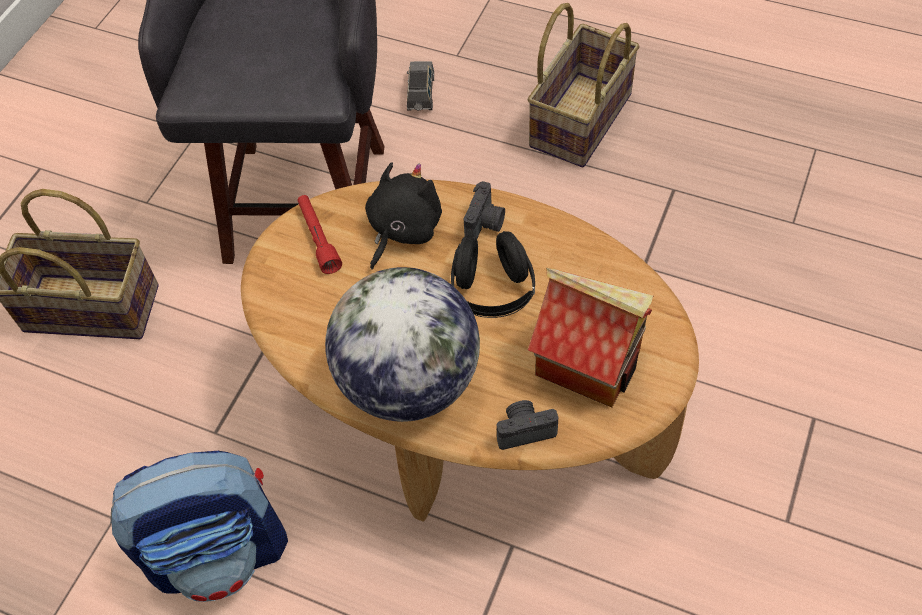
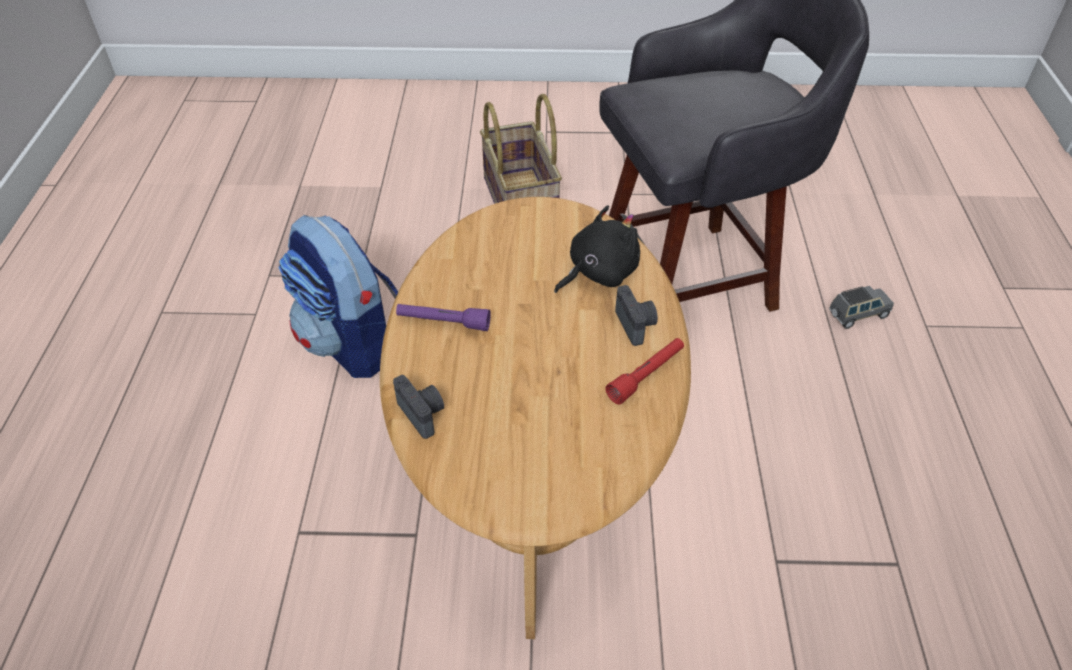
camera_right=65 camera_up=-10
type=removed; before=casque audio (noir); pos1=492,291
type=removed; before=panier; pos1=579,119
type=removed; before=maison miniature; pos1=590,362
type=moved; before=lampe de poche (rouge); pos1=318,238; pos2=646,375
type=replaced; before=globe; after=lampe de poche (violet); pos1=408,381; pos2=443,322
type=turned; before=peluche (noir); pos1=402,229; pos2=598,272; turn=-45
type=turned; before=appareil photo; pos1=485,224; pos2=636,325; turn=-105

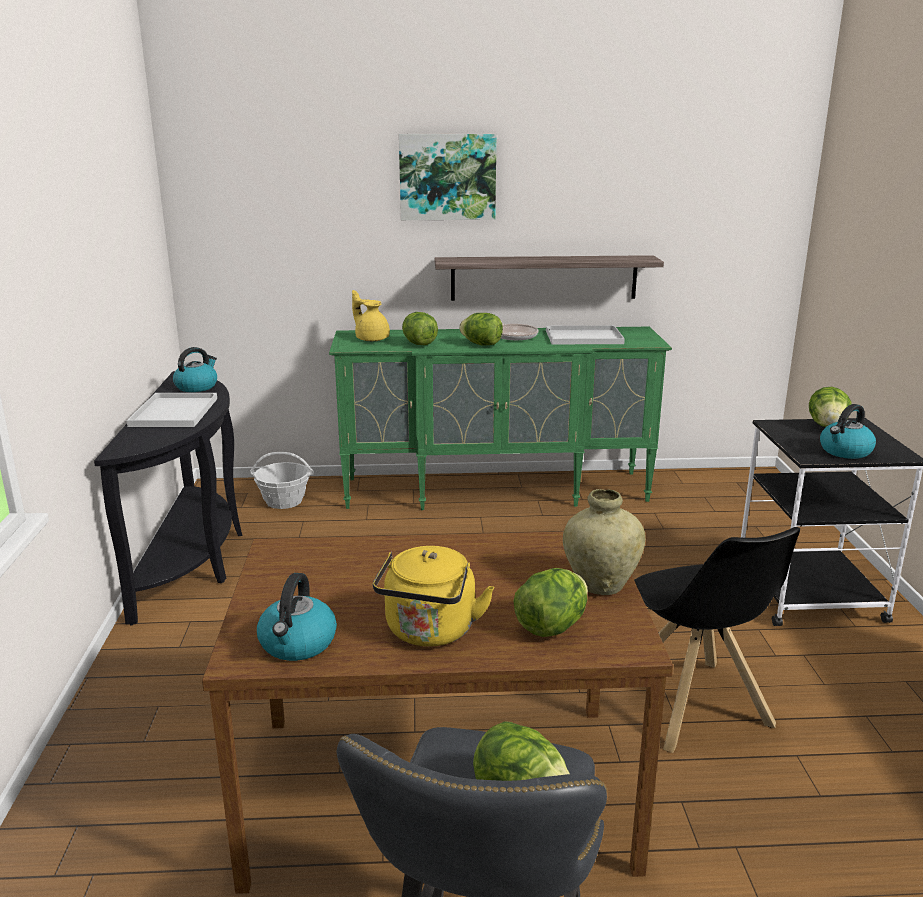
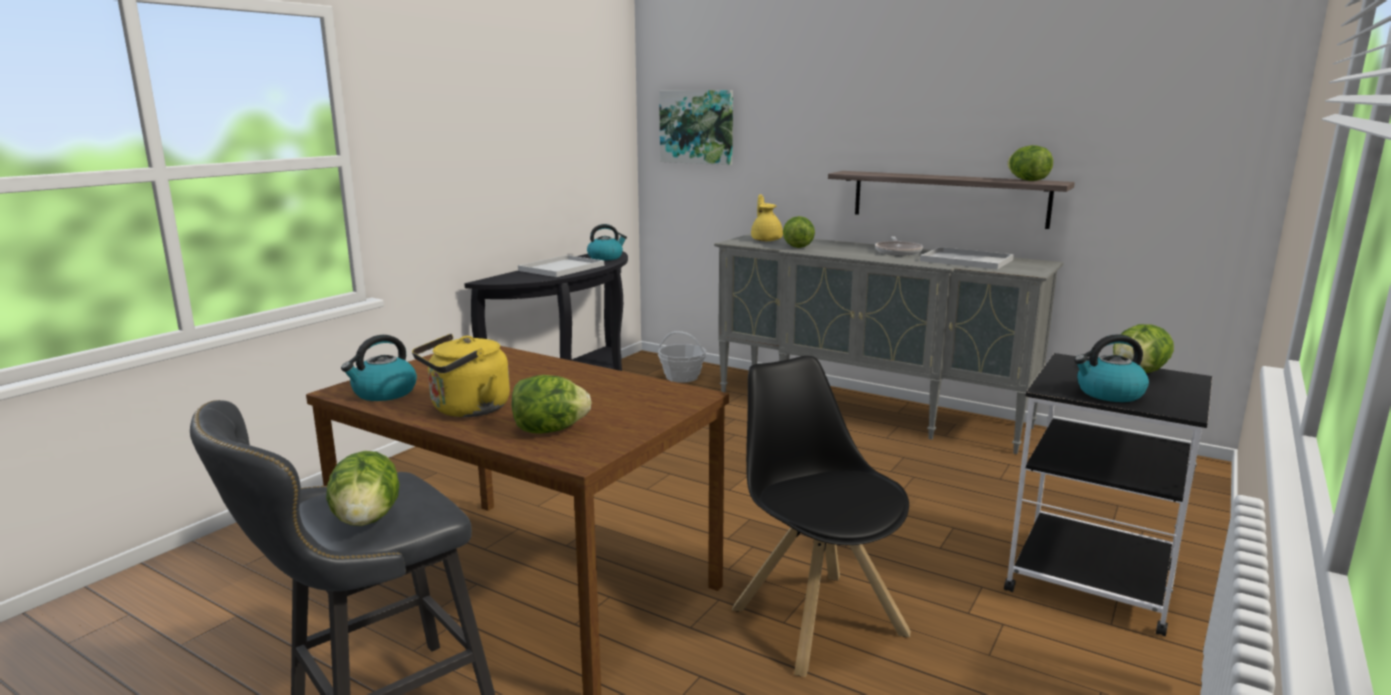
camera_right=35 camera_up=-5
type=removed; before=vase (beige); pos1=600,584
type=moved; before=tableau; pos1=447,177; pos2=697,127
type=moved; before=laitue; pos1=481,344; pos2=1027,180
type=recoloured; before=meuble de rangement (vert); after=meuble de rangement (gris); pos1=496,491; pos2=868,410
type=turned; before=chaise (noir); pos1=694,707; pos2=816,618; turn=135

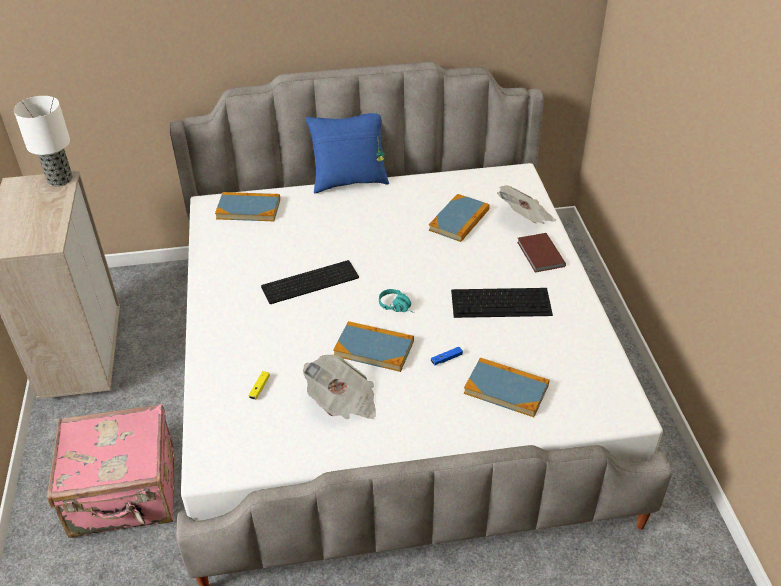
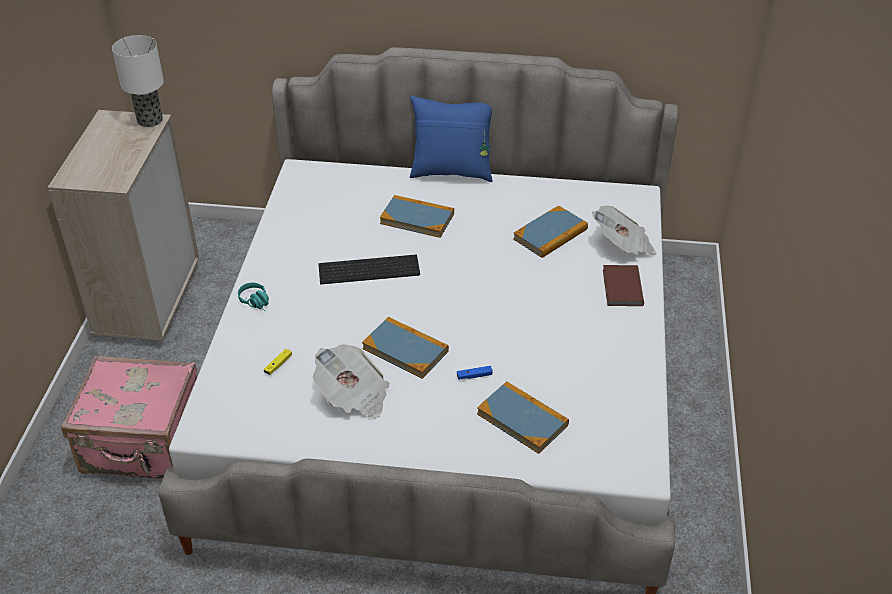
camera_right=15 camera_up=0
type=removed; before=clavier; pos1=502,302
type=moved; before=livre; pos1=248,209; pos2=417,219
type=moved; before=casque audio (turquoise); pos1=398,307; pos2=257,303

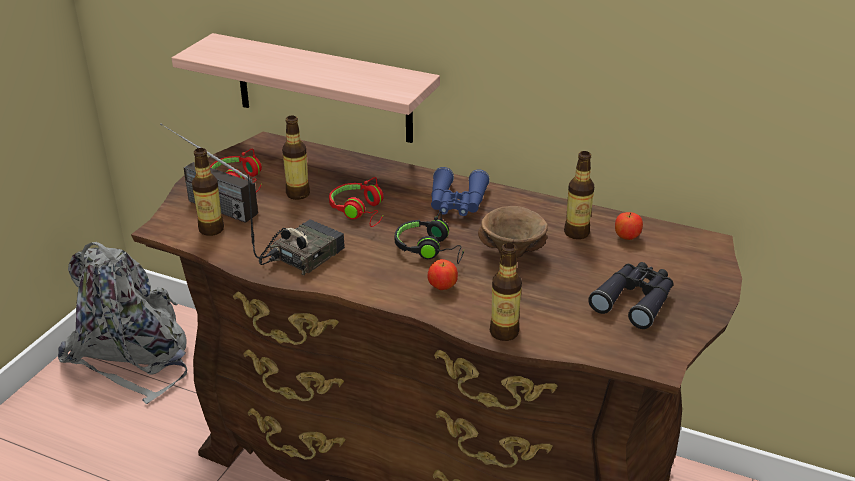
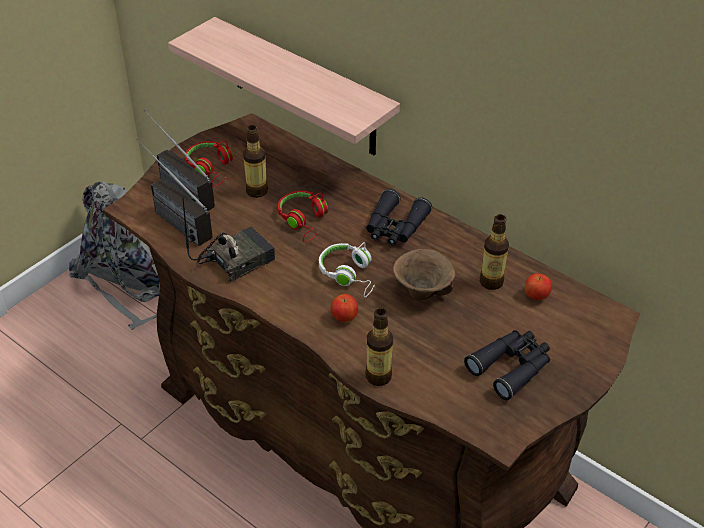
camera_right=15 camera_up=10
type=replaced; before=bouteille; after=radio; pos1=211,229; pos2=170,217
type=recoloured; before=casque audio (noir); after=casque audio (blanc); pos1=430,249; pos2=350,275
type=recoloured; before=jumelles (bleu); after=jumelles (noir); pos1=457,203; pos2=395,227

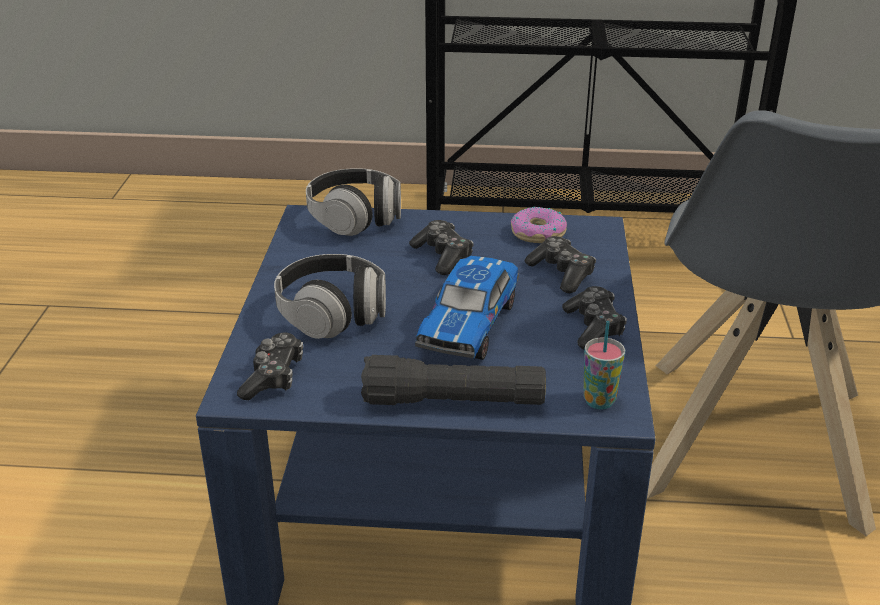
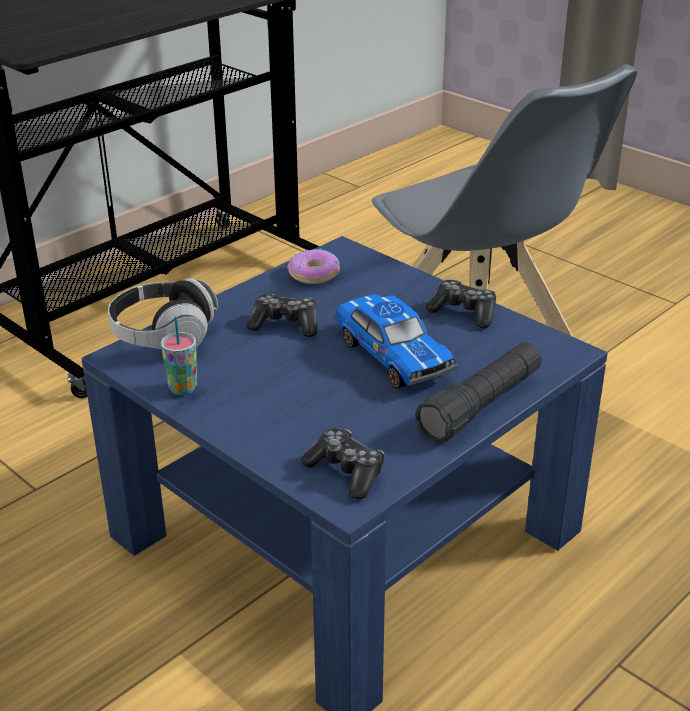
camera_right=-50 camera_up=0
type=removed; before=casque audio; pos1=332,314
type=removed; before=manette; pos1=562,273
type=moved; before=tasse; pos1=599,401; pos2=183,389

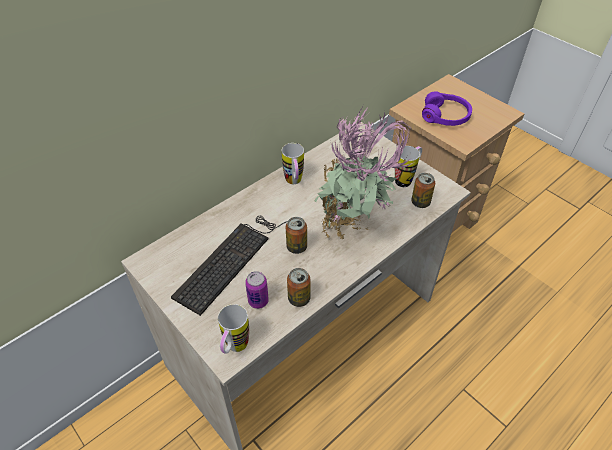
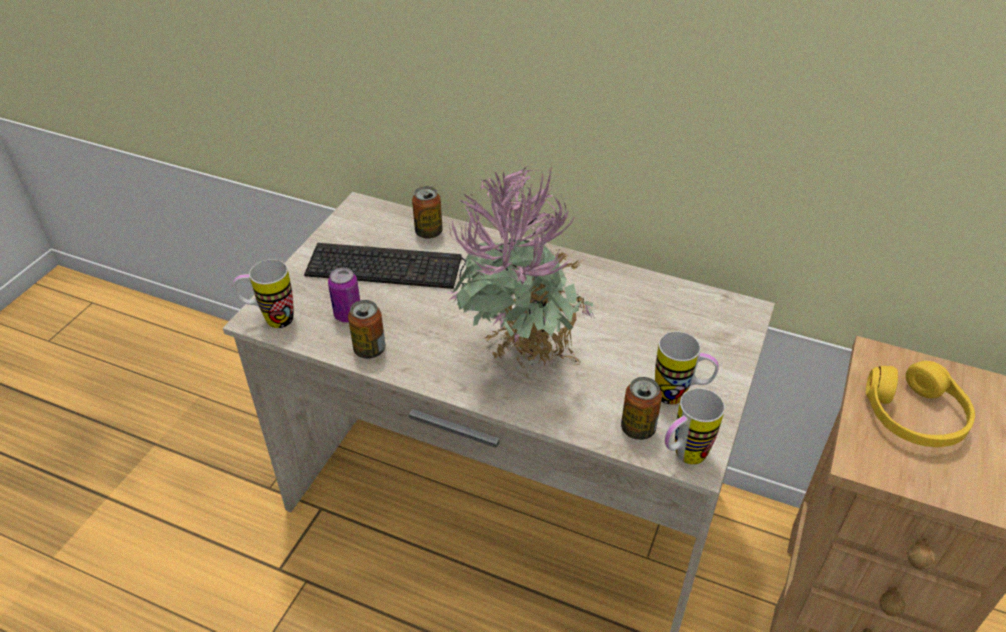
camera_right=65 camera_up=-5
type=moved; before=mug; pos1=294,182; pos2=683,457
type=moved; before=boîte métallique; pos1=296,247; pos2=428,232
type=recoloured; before=casque audio (violet); after=casque audio (jaune); pos1=445,116; pos2=914,416

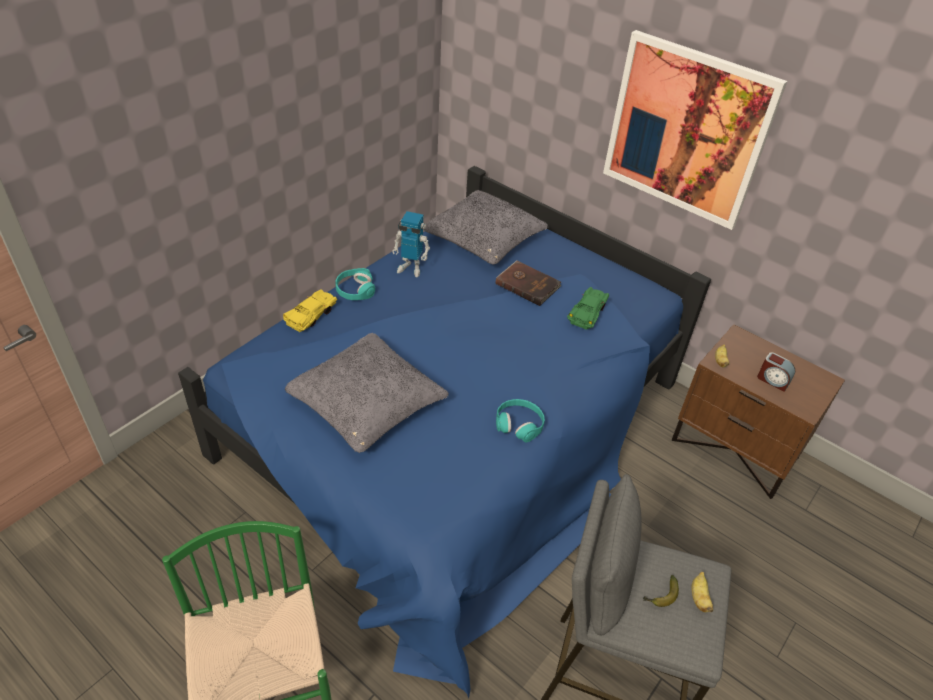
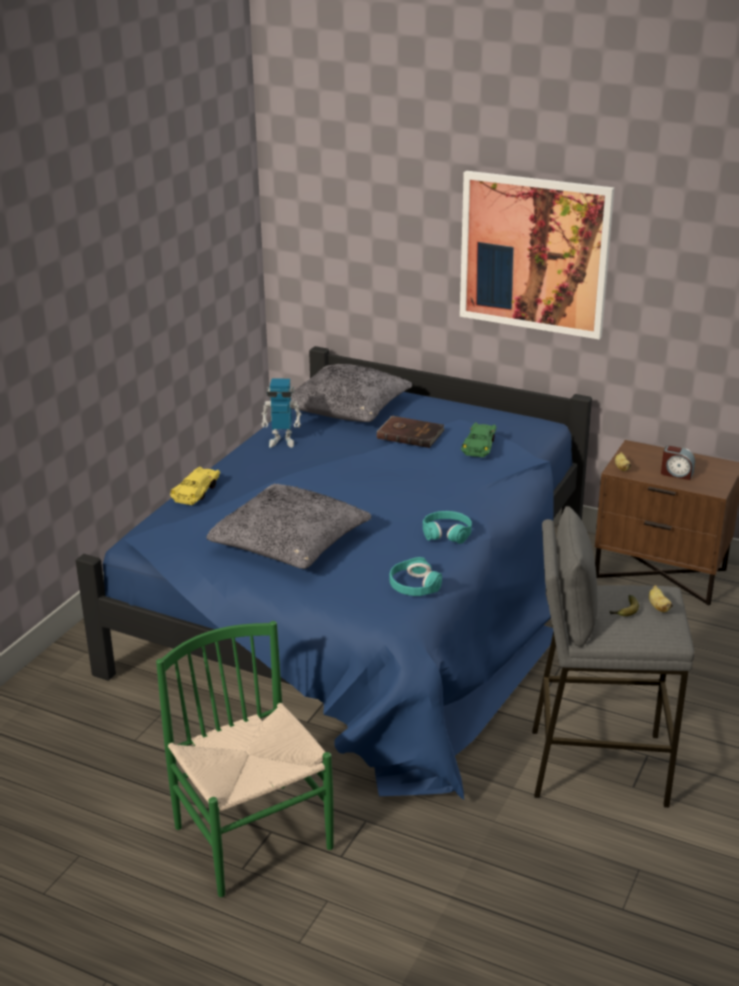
camera_right=-10 camera_up=-15
type=moved; before=casque audio (turquoise); pos1=355,290; pos2=414,585

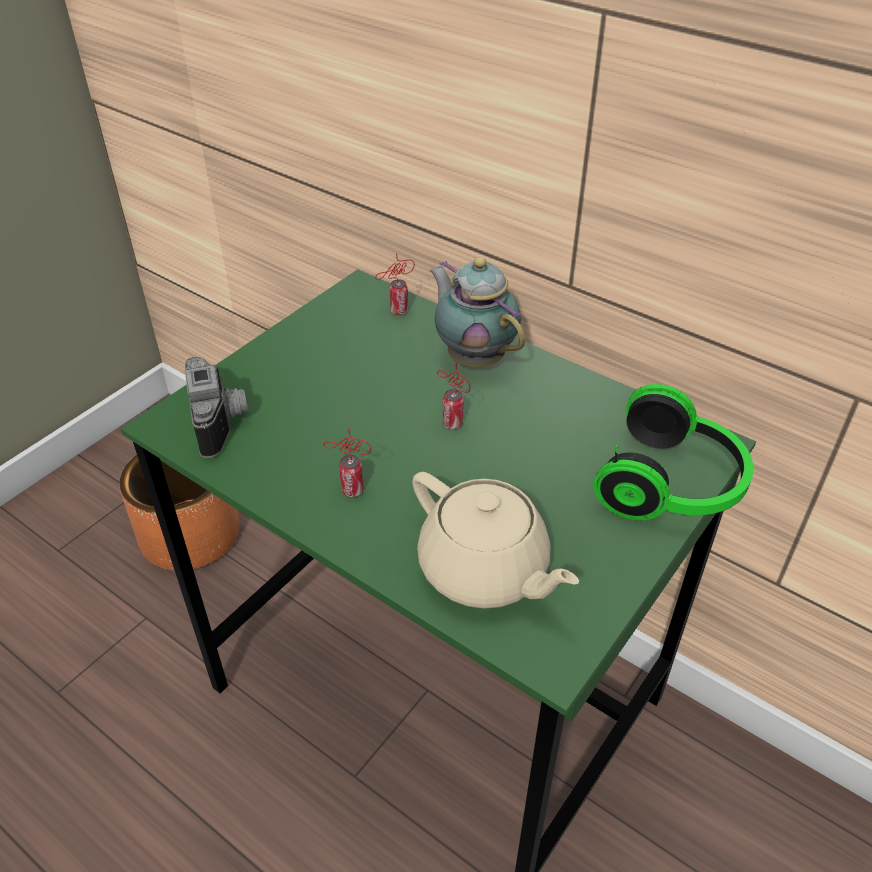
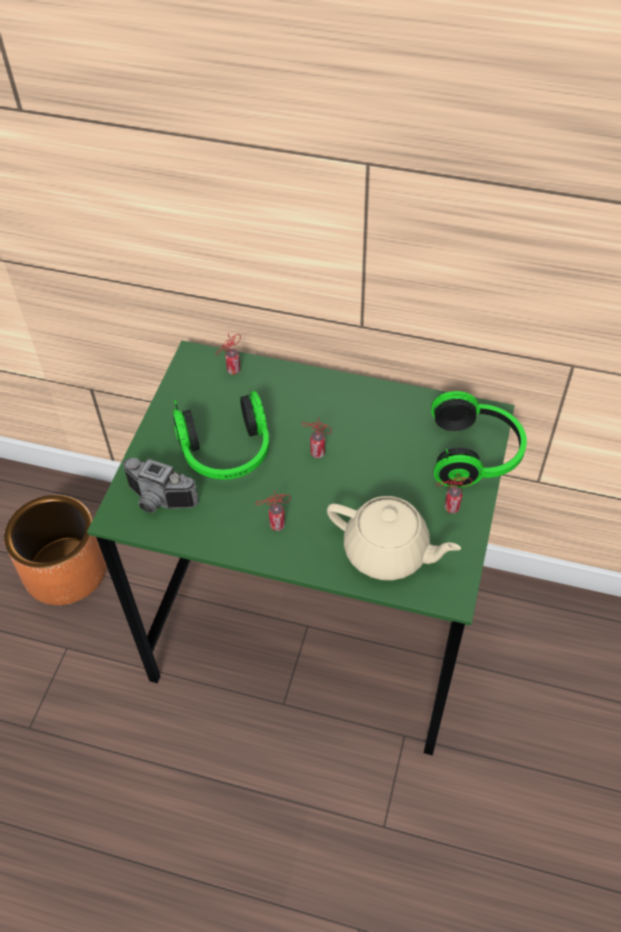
camera_right=-20 camera_up=10
type=removed; before=théière; pos1=473,357
type=added; after=casque audio; pos2=227,454
type=added; after=boîte métallique; pos2=449,508
type=turned; before=appareil photo; pos1=222,421; pos2=157,502; turn=150

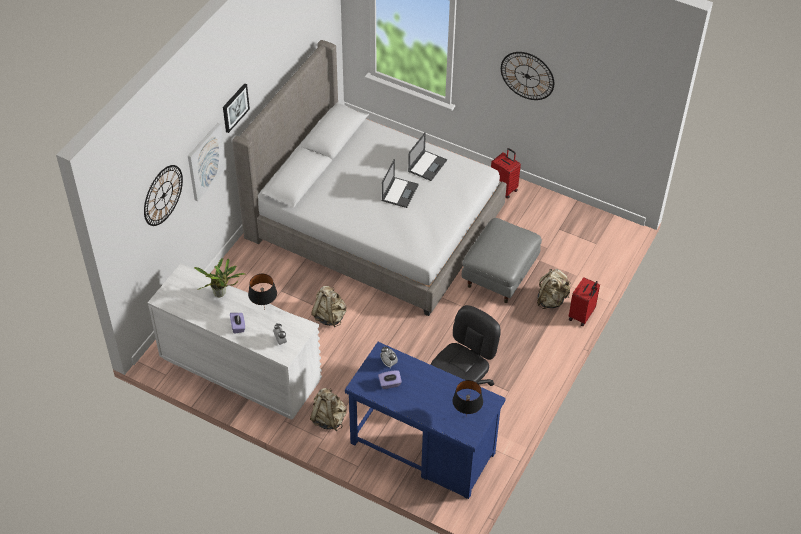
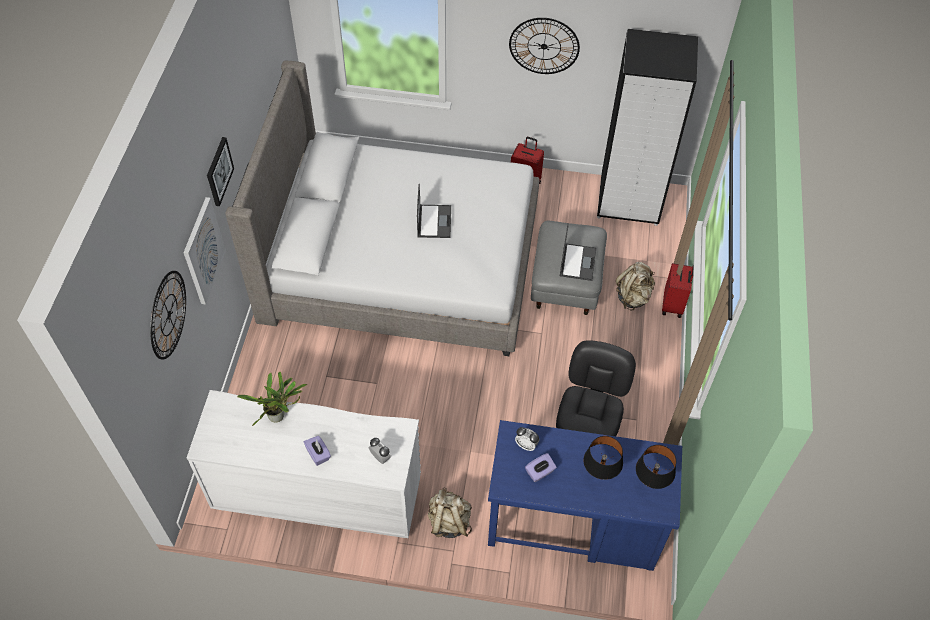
camera_right=-20 camera_up=5
type=removed; before=sac à dos (beige); pos1=329,316
type=added; after=armoire; pos2=629,202
type=moved; before=lampe de table (noir); pos1=264,309; pos2=598,477
type=moved; before=ordinateur portable; pos1=427,165; pos2=577,262

